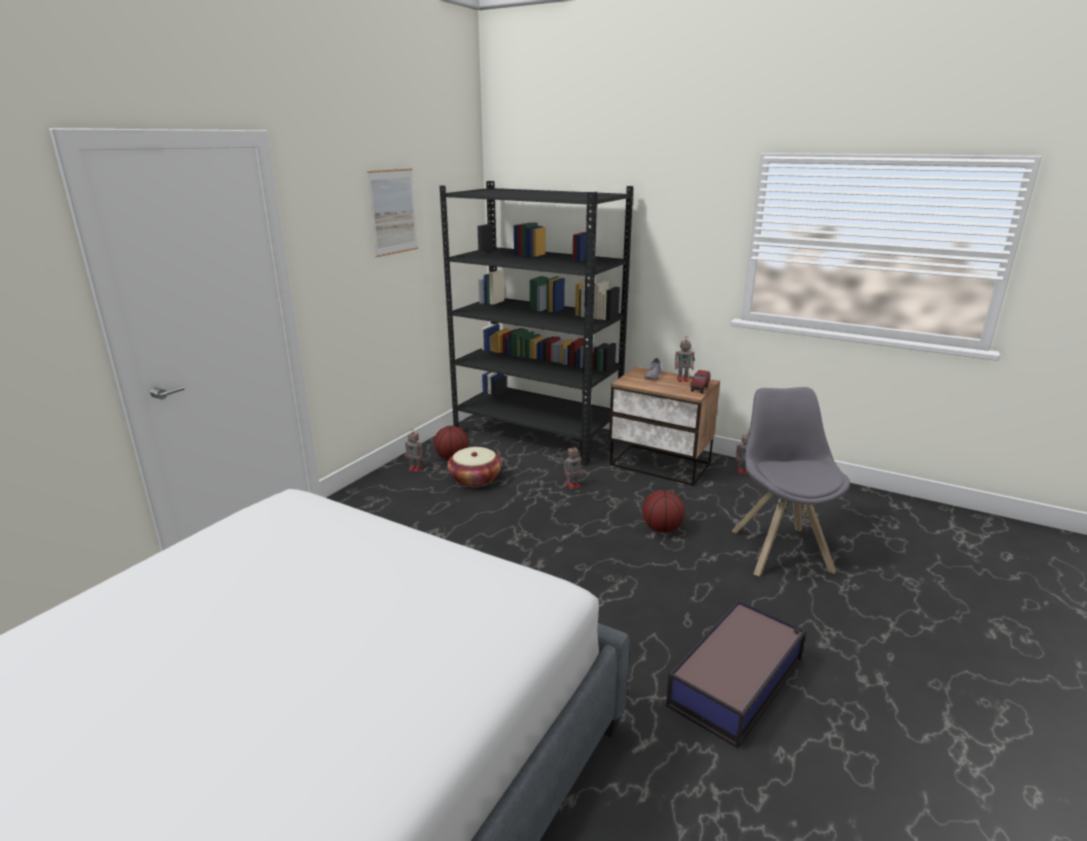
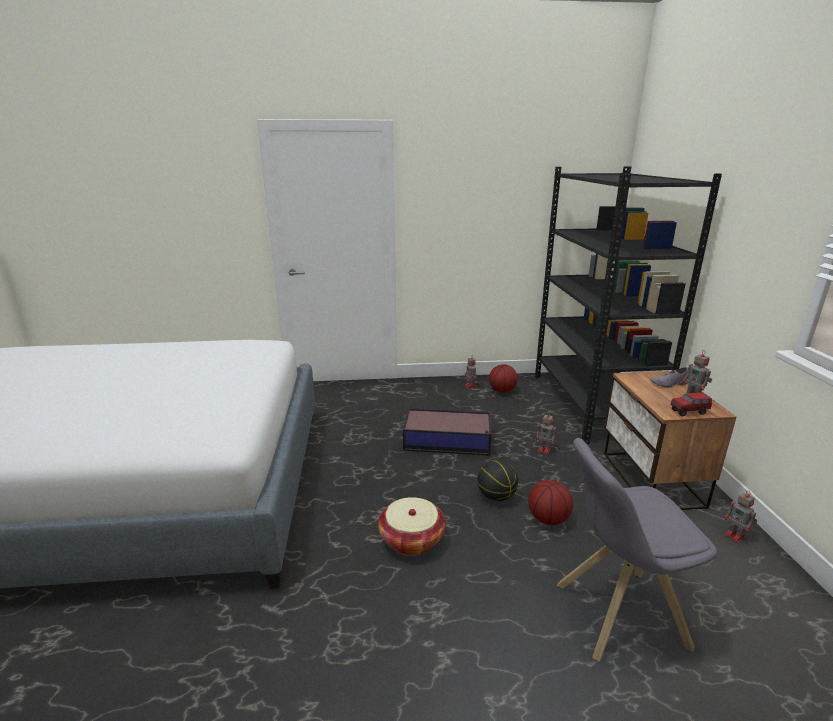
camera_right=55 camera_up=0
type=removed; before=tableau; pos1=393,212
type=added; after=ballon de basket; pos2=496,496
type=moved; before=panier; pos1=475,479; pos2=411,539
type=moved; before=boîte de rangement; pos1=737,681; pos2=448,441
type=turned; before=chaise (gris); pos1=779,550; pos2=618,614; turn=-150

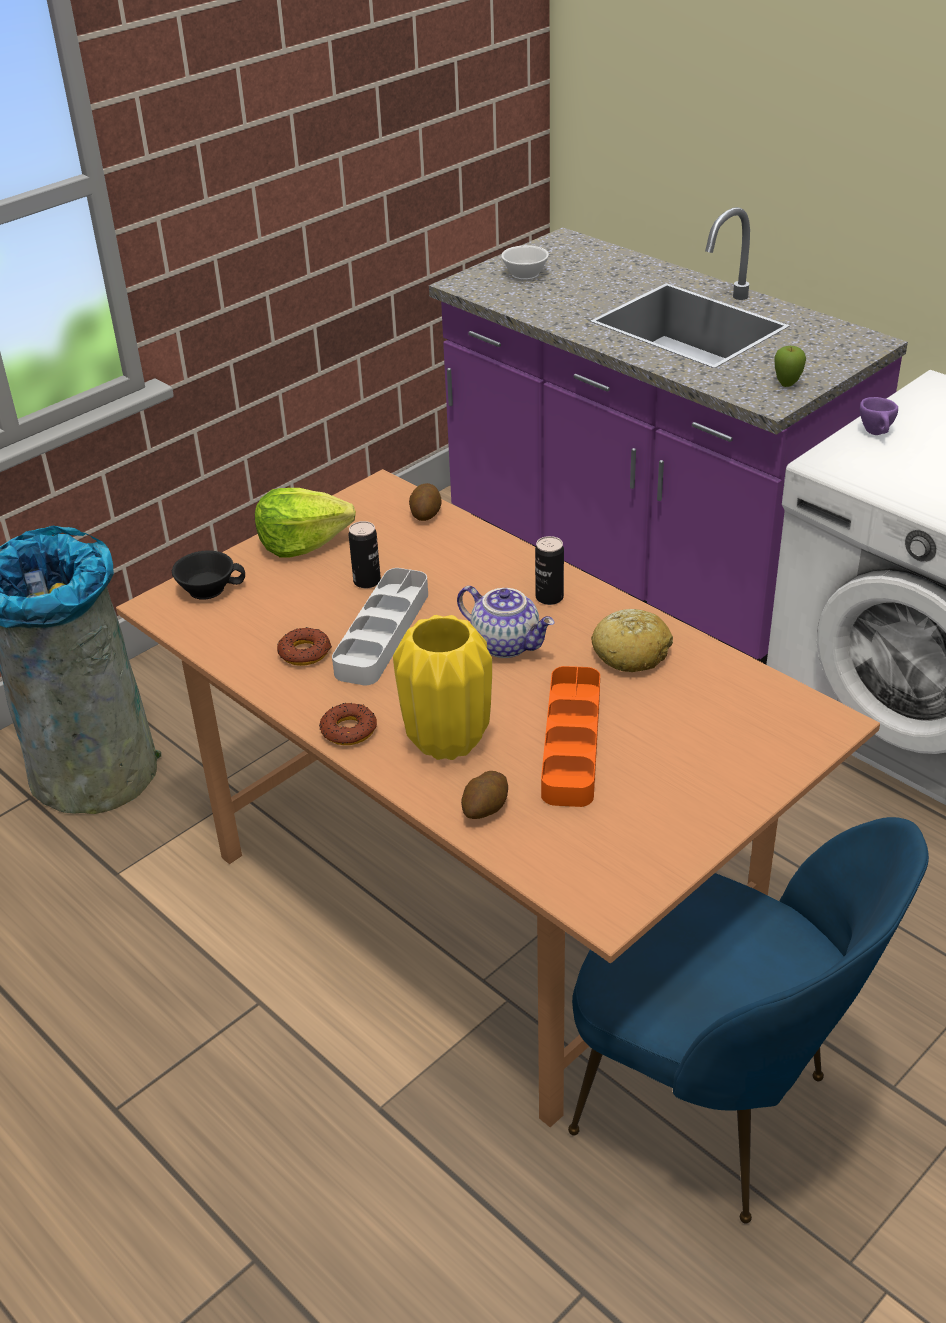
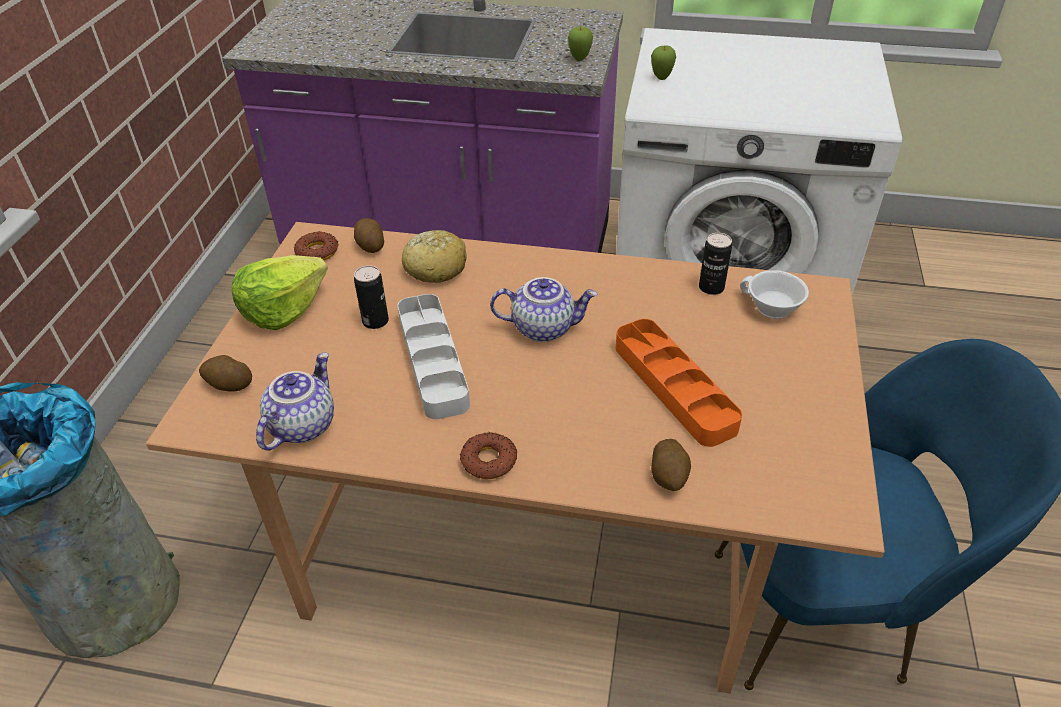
camera_right=-35 camera_up=5
type=removed; before=vase (jaune); pos1=448,741
type=added; after=théière; pos2=301,425
type=moved; before=beignet; pos1=304,652; pos2=317,251
type=moved; before=tasse (blanc); pos1=522,273; pos2=770,308
type=moved; before=boîte métallique; pos1=549,597; pos2=711,287
type=moved; before=pain; pos1=631,653; pos2=436,267
type=replaced; before=tasse (noir); after=pomme de terre; pos1=208,587; pos2=229,385
type=replaced; before=tasse (violet); after=pomme; pos1=877,434; pos2=661,78

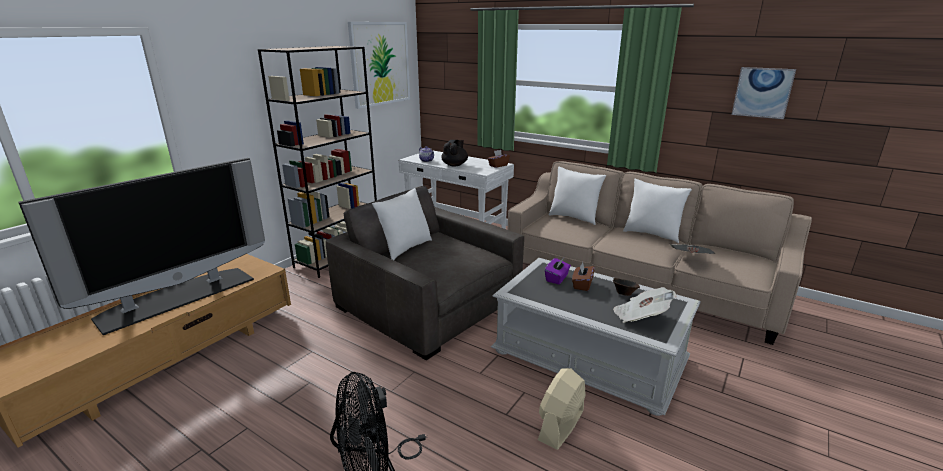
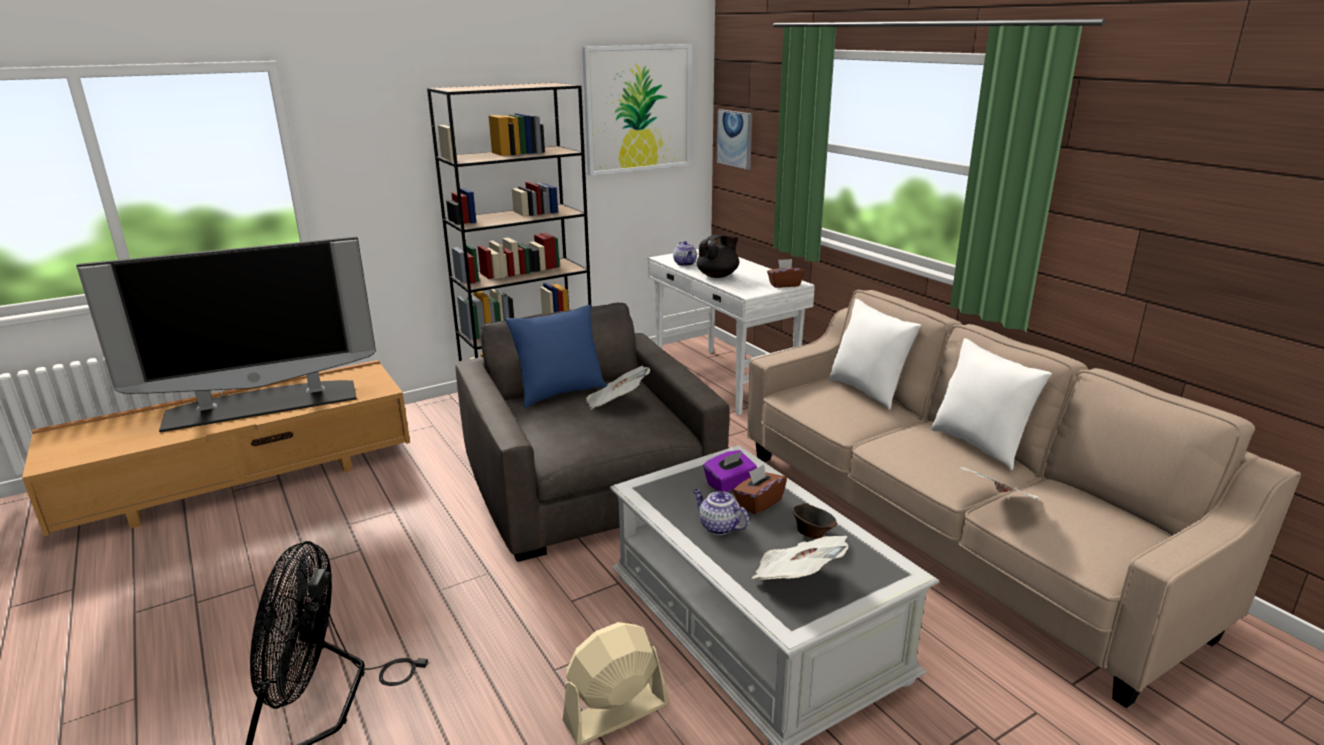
camera_right=25 camera_up=0
type=added; after=journal; pos2=616,403
type=added; after=théière; pos2=718,526
type=moved; before=tableau; pos1=762,92; pos2=735,138
type=recoloured; before=coussin (blanc); after=coussin (bleu); pos1=405,248; pos2=559,393

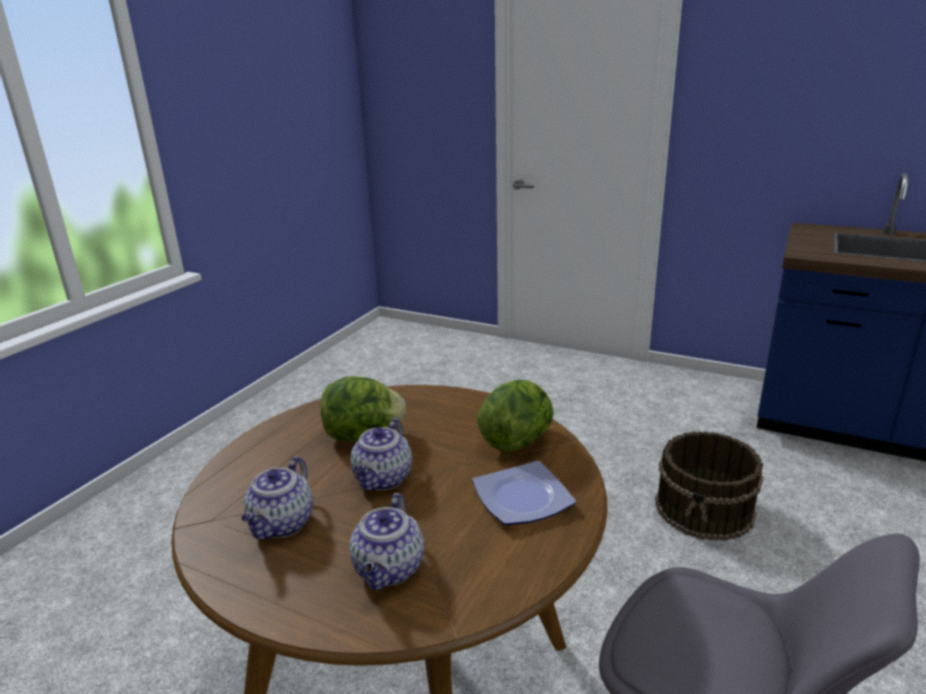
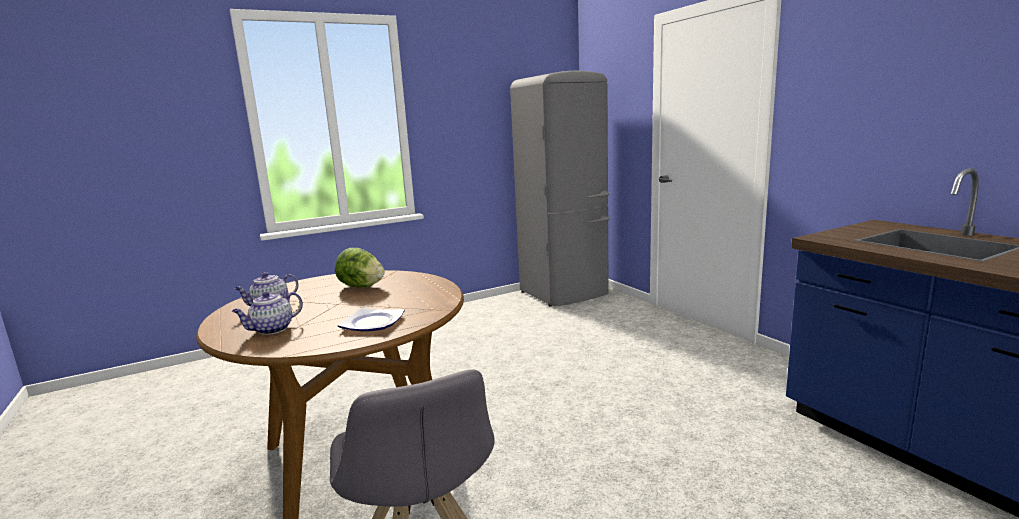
camera_right=35 camera_up=-10
type=removed; before=théière; pos1=383,480
type=removed; before=laitue; pos1=517,441
type=removed; before=seau (marron); pos1=705,508
type=added; after=réfrigérateur (gris); pos2=566,293

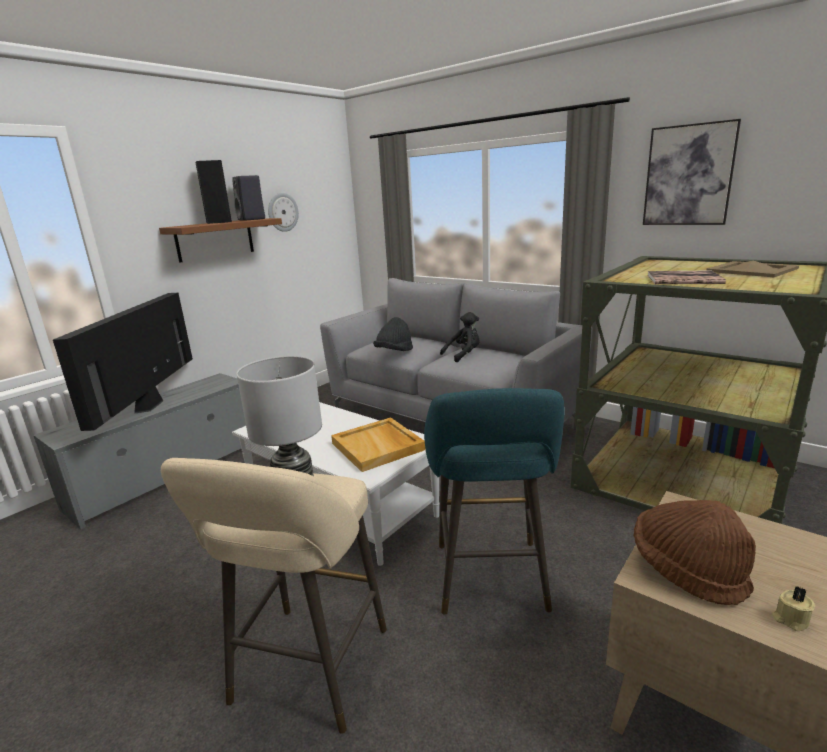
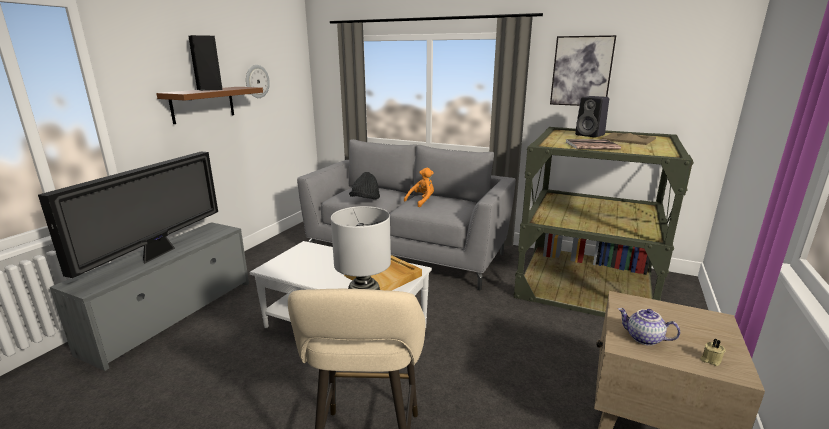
camera_right=-15 camera_up=0
type=removed; before=tabouret (turquoise); pos1=491,581
type=moved; before=enceinte (noir); pos1=252,219; pos2=590,135
type=replaced; before=chapeau (marron); after=théière; pos1=687,570; pos2=643,339
type=recoloured; before=peluche (noir); after=peluche (orange); pos1=463,355; pos2=421,201
type=turned; before=téléviseur; pos1=149,406; pos2=158,254; turn=-150

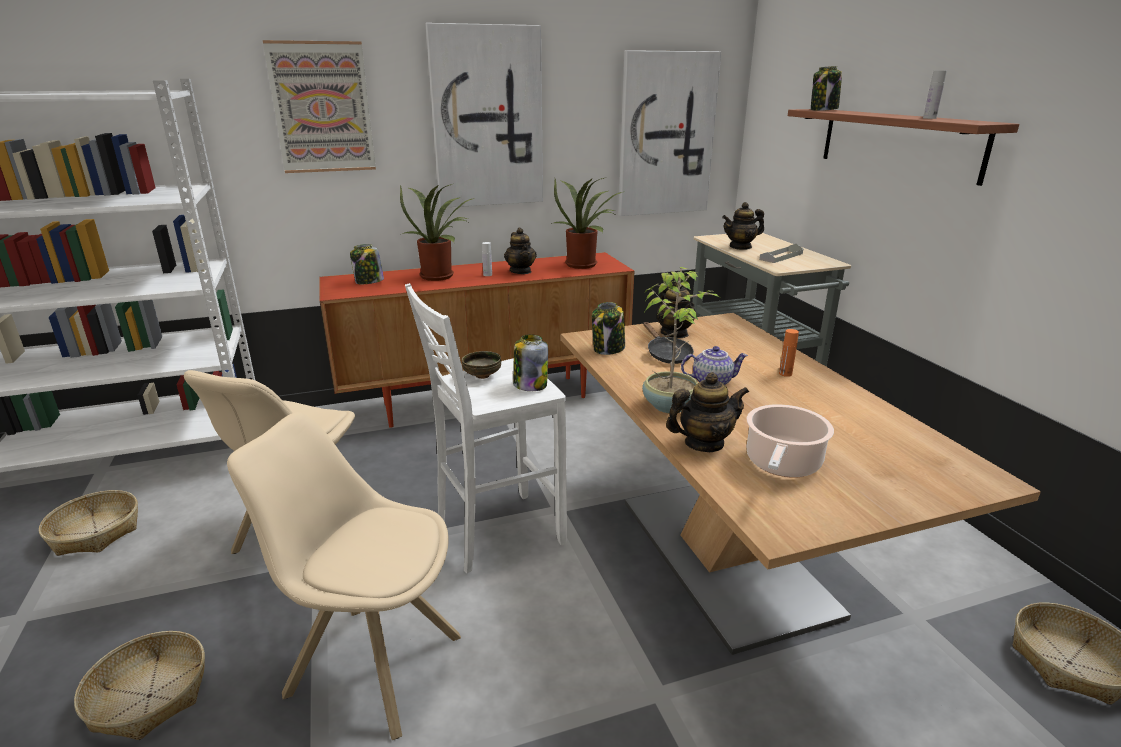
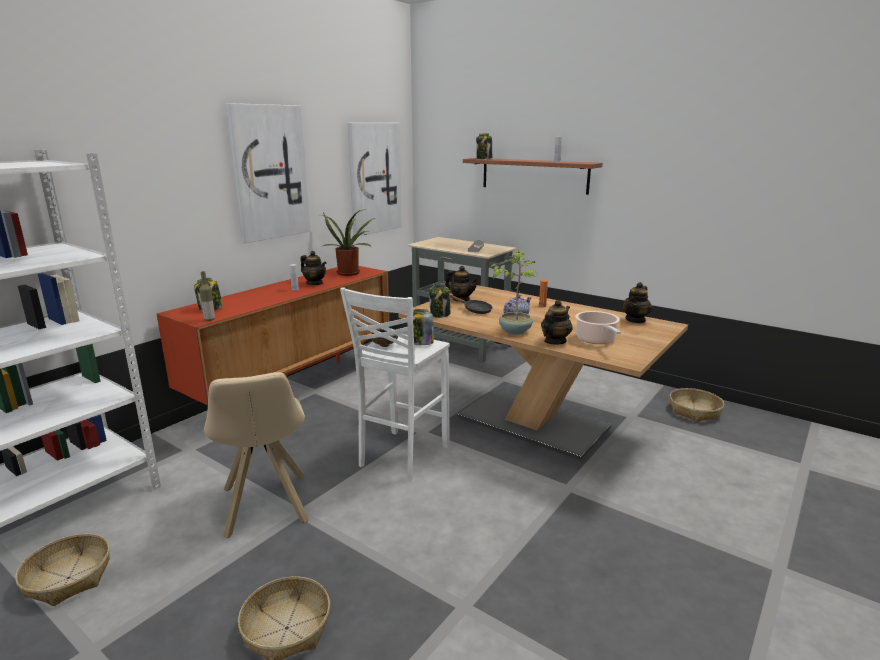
camera_right=-35 camera_up=-5
type=removed; before=chaise (beige); pos1=373,665
type=removed; before=tableau; pos1=322,108
type=removed; before=plante en pot; pos1=440,276
type=added; after=bouteille; pos2=209,319
type=moved; before=théière; pos1=740,247; pos2=635,320

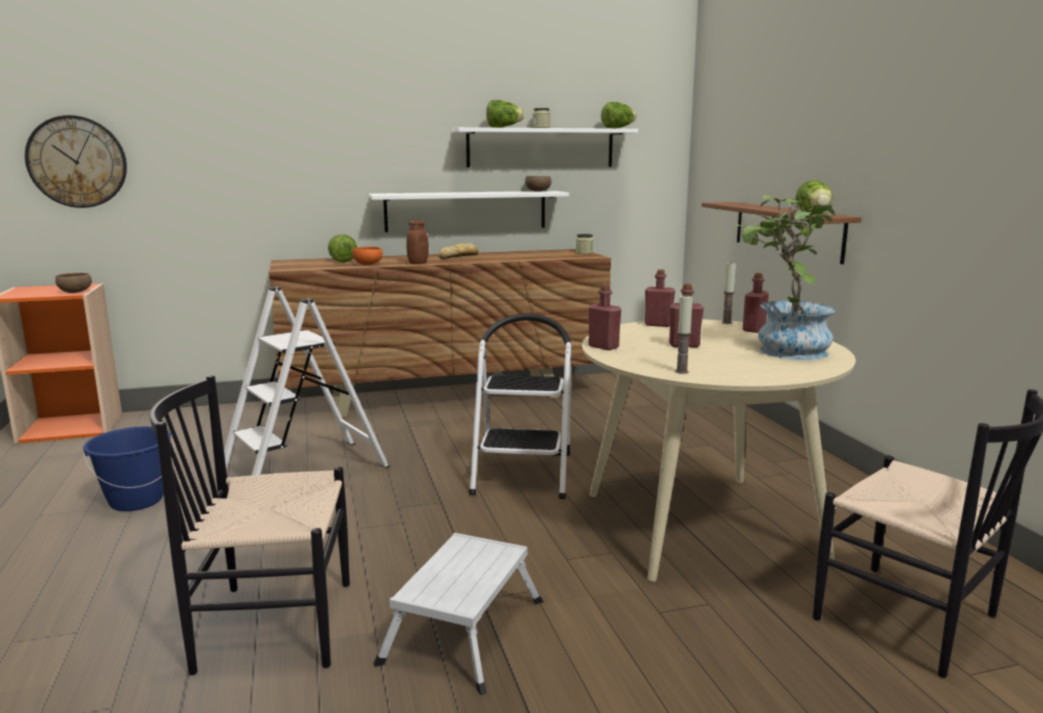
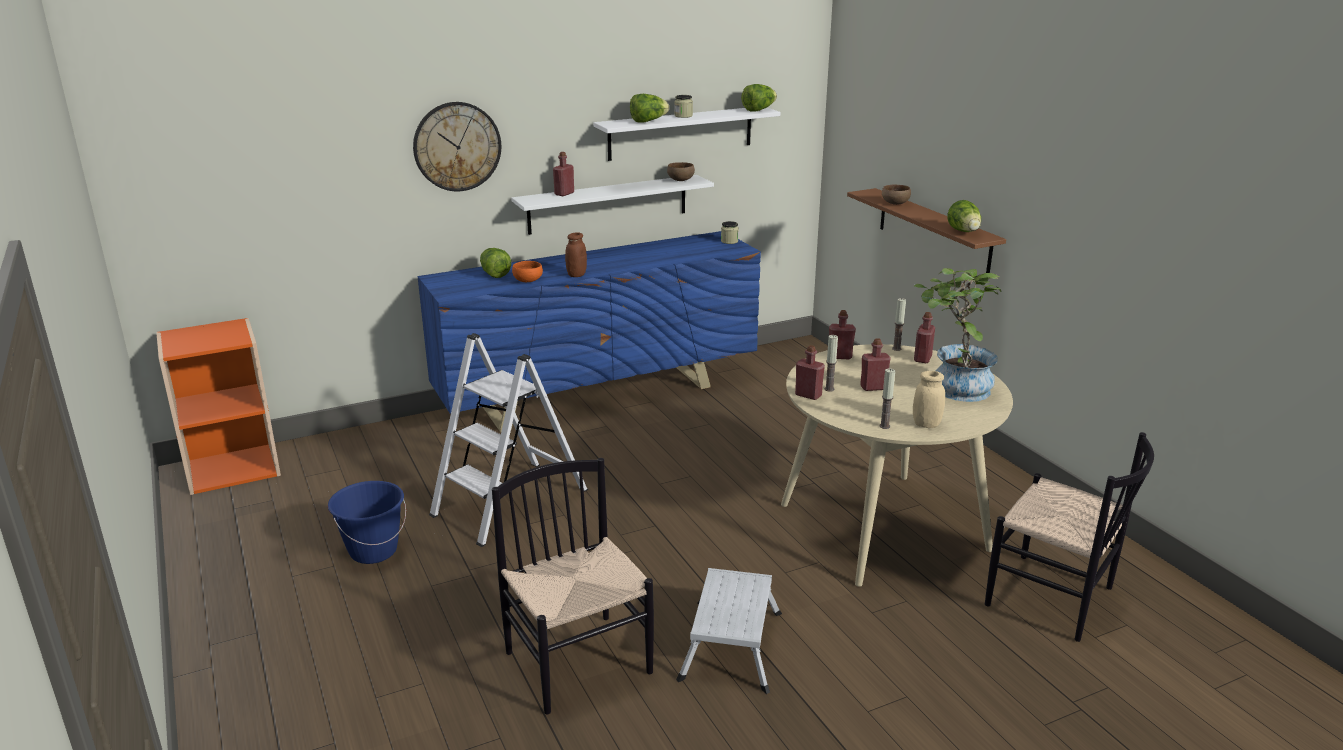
camera_right=-10 camera_up=10
type=removed; before=pain; pos1=459,256
type=removed; before=escabeau; pos1=524,472
type=added; after=bouteille (rouge); pos2=564,193
type=added; after=bougie; pos2=829,389
type=added; after=bocal (beige); pos2=926,424
type=moved; before=horloge murale; pos1=77,162; pos2=457,146
type=moved; before=bol (marron); pos1=74,292; pos2=894,203
type=recoloured; before=meuble de rangement (marron); after=meuble de rangement (bleu); pos1=447,398; pos2=599,396
type=turned; before=chaise (noir); pos1=268,626; pos2=576,659; turn=75

